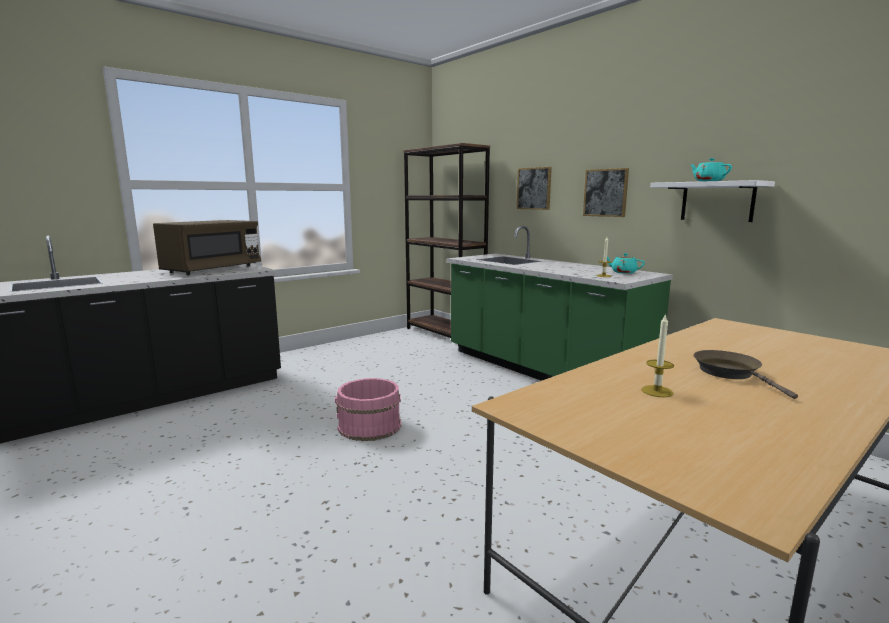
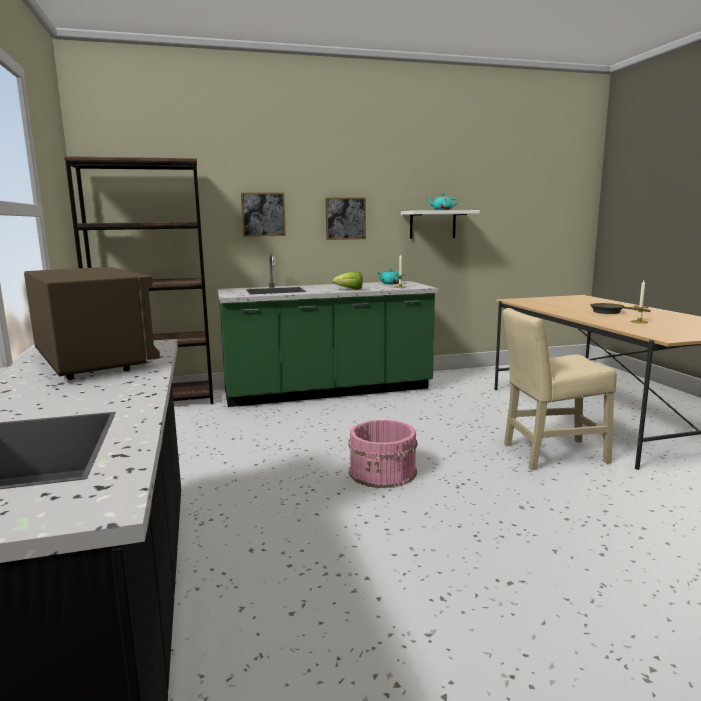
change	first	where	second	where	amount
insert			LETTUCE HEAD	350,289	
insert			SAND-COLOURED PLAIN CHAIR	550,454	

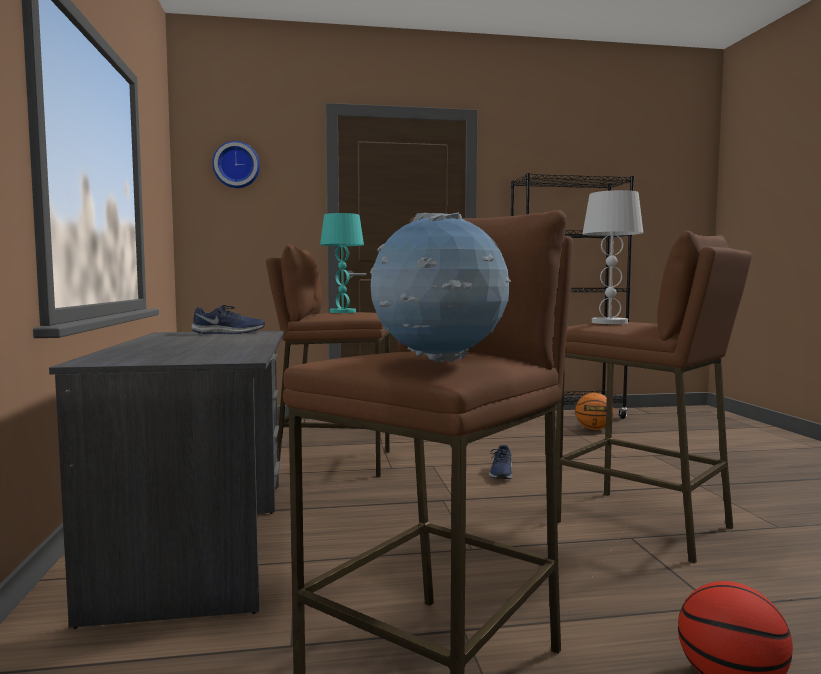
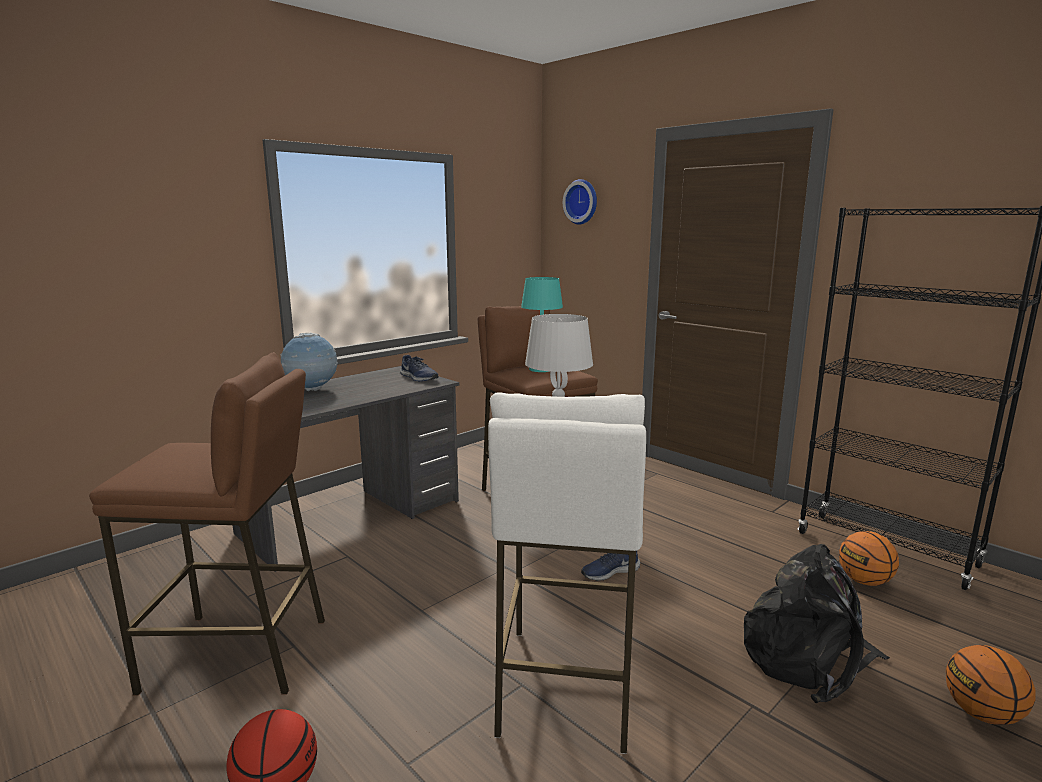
change	first	where	second	where	amount
move	WORLD GLOBE	439,362		312,390	
recolor	BROWN STOOL SEAT	643,524	WHITE STOOL SEAT	565,686	
insert			BLACKISH KNAPSACK	808,658	
insert			BALL FOR BASKETBALL	982,714	

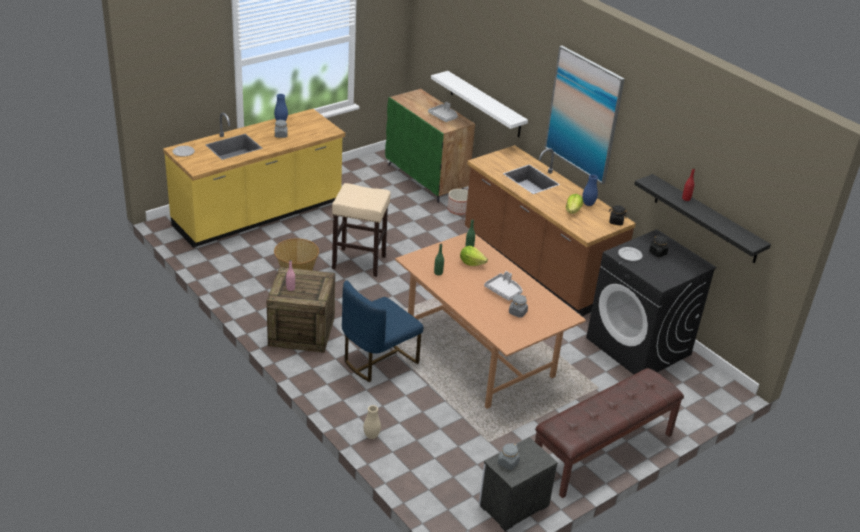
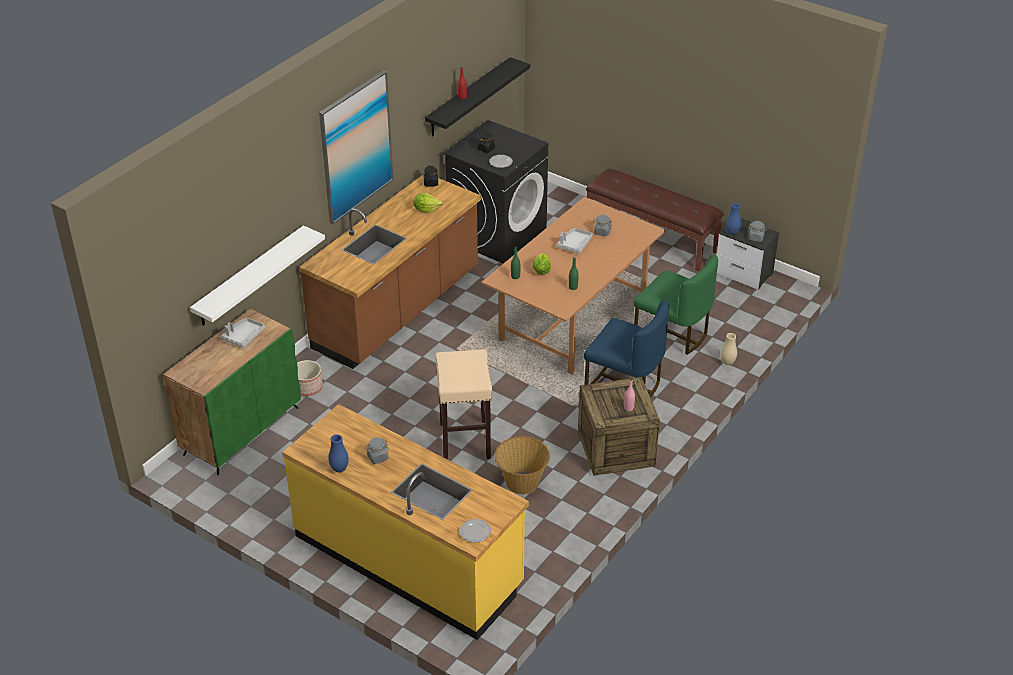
change	first	where	second	where	amount
insert			GREENISH PLAIN CHAIR	672,334	
move	BLUE-COLOURED DECORATIVE VASE	588,204		732,233	

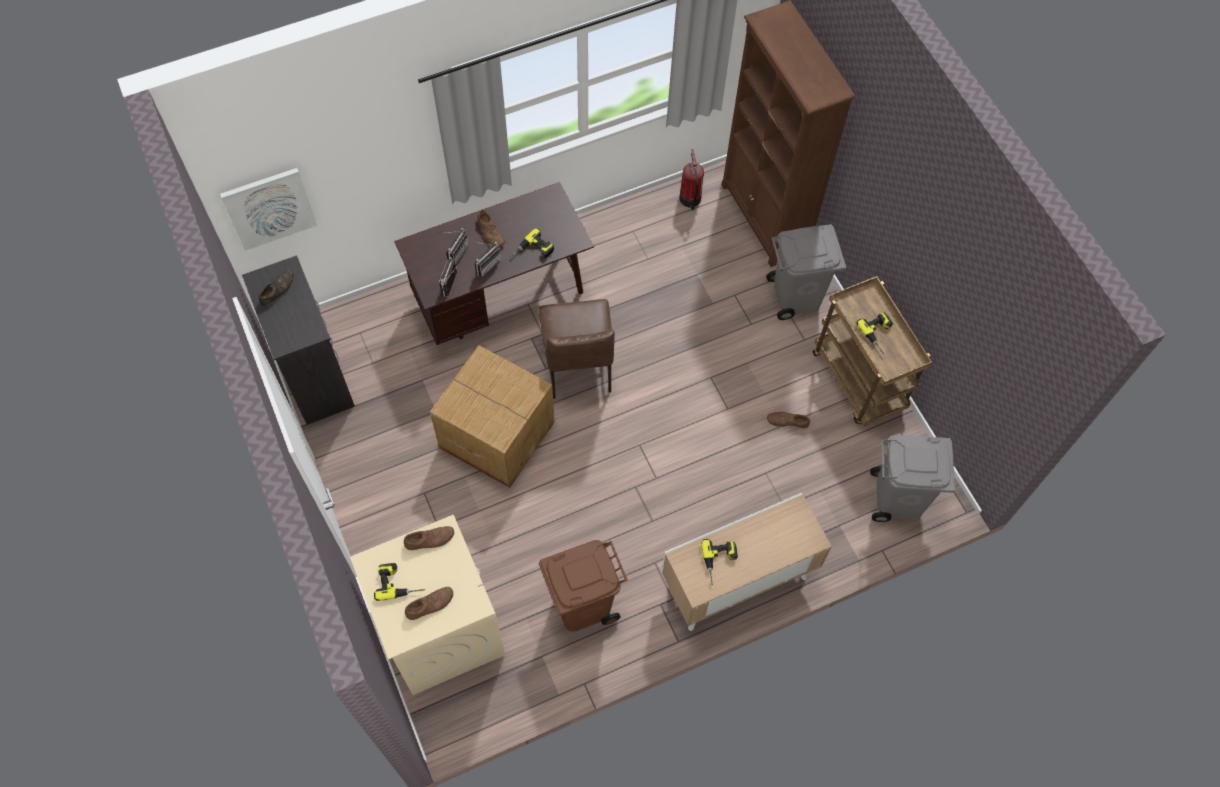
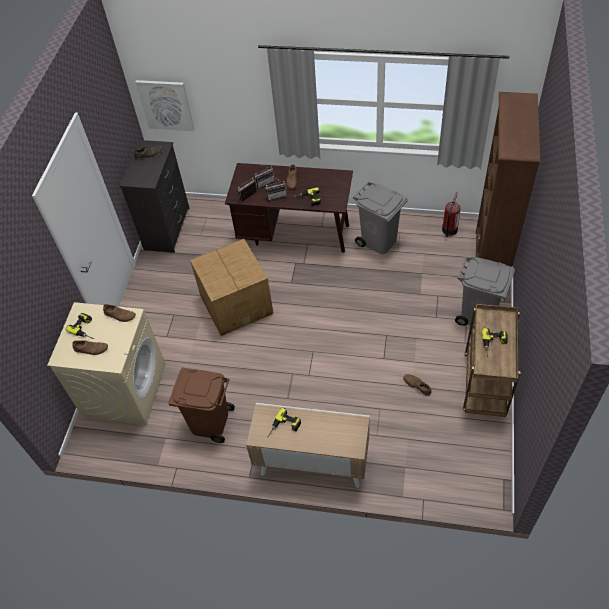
change	first	where	second	where	amount
move	GRAY WASTE BIN	898,499		378,241	
delete	BROWN PLAIN CHAIR	578,366			

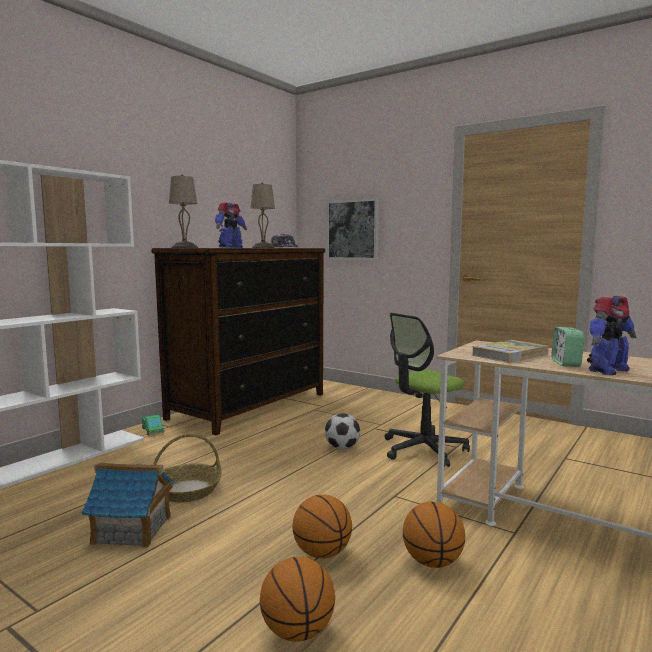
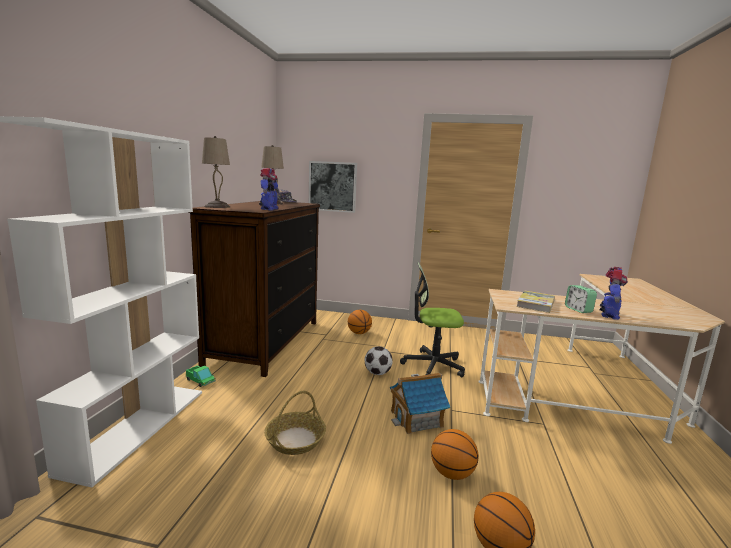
change	first	where	second	where	amount
move	BALL FOR BASKETBALL	432,562		359,333	
move	TOY HOUSE	132,530		417,419	
rotate	COMPUTER CHAIR	423,450		432,365	60 degrees clockwise

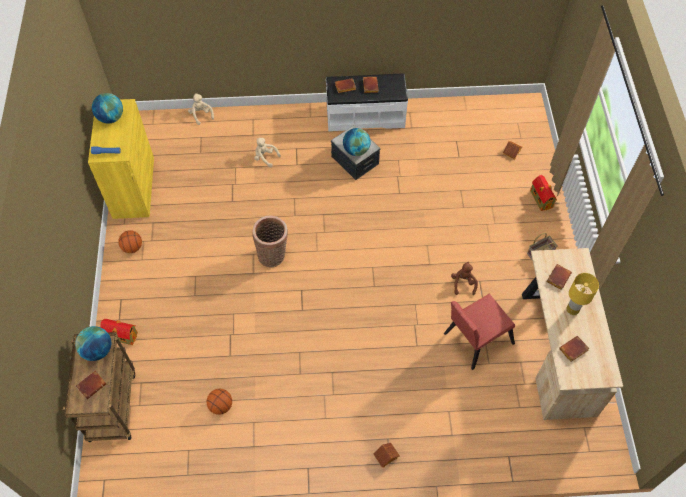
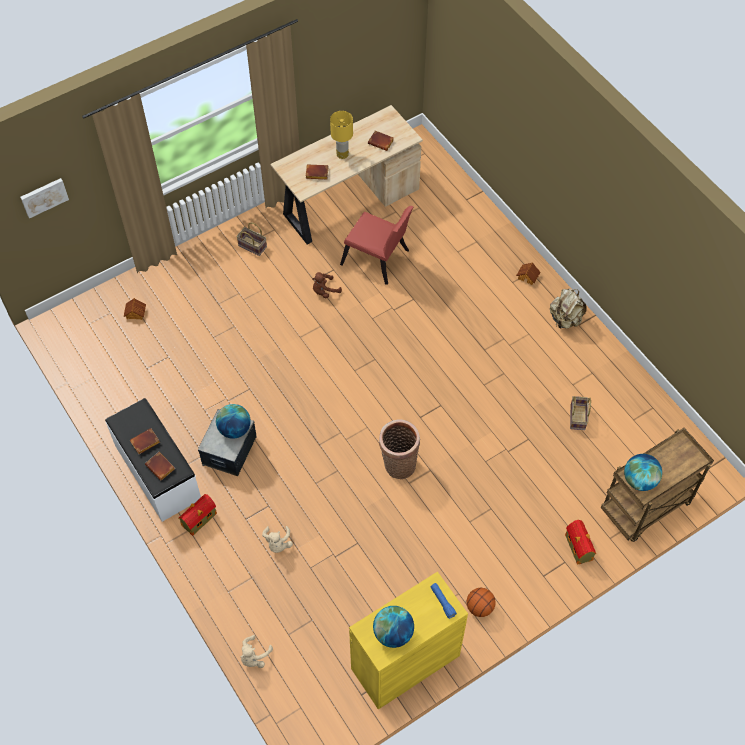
change	first	where	second	where	amount
insert			WALL PICTURE	44,196	
move	TOY HOUSE	541,198		198,520	
insert			SAND-COLOURED KNAPSACK	565,319	
replace	BALL FOR BASKETBALL	221,406	BASKET	578,418	
delete	BROWN BOOK	92,385			

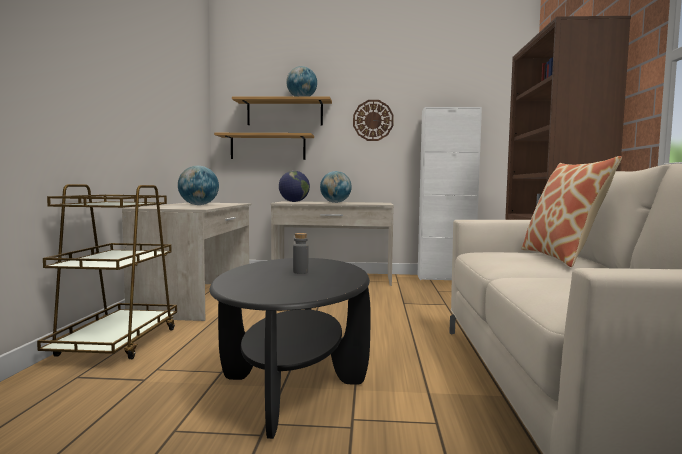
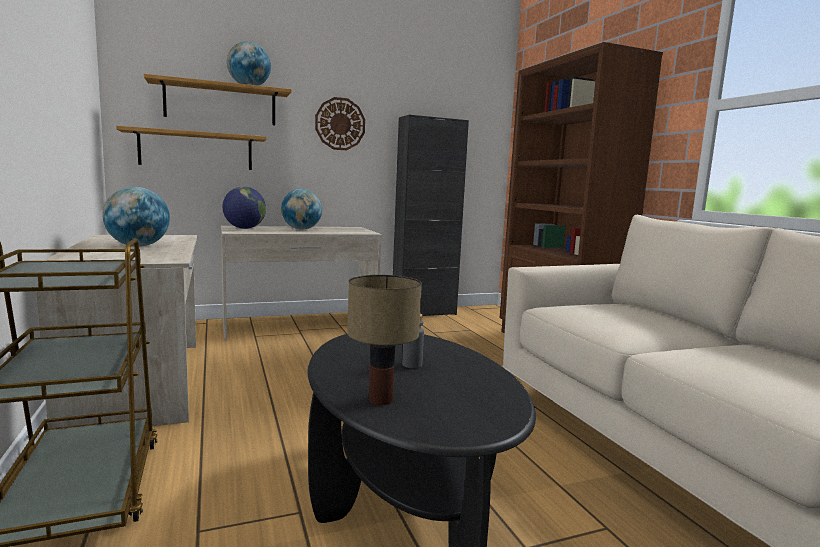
change	first	where	second	where	amount
insert			LAMP FOR A TABLE	382,400	
recolor	WHITE CUPBOARD	445,278	BLACKISH CUPBOARD	423,313	
delete	THROW PILLOW	562,258			

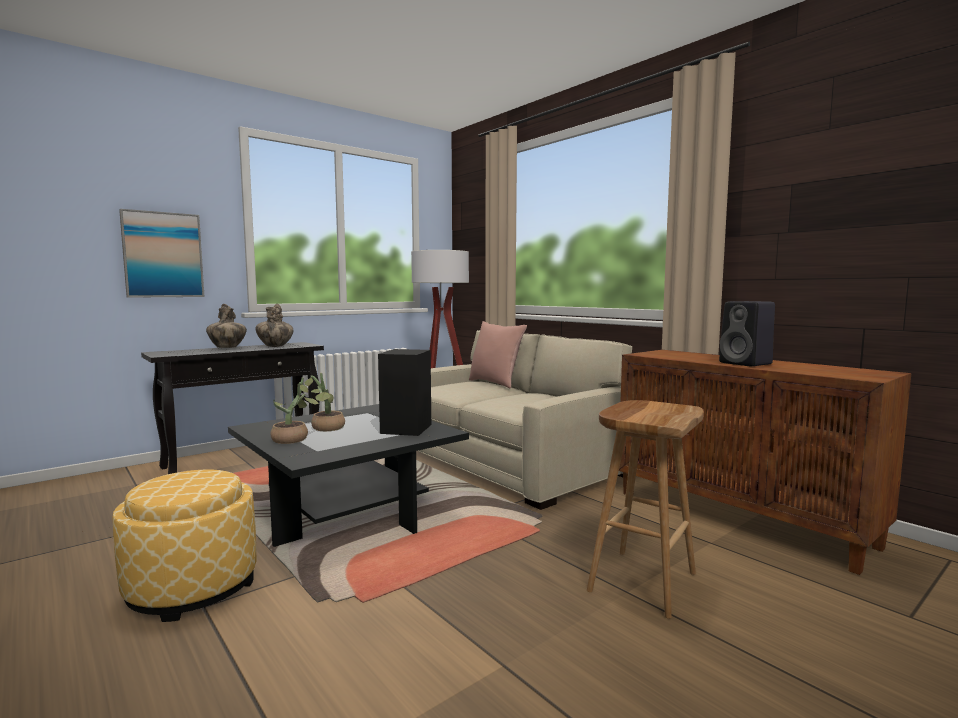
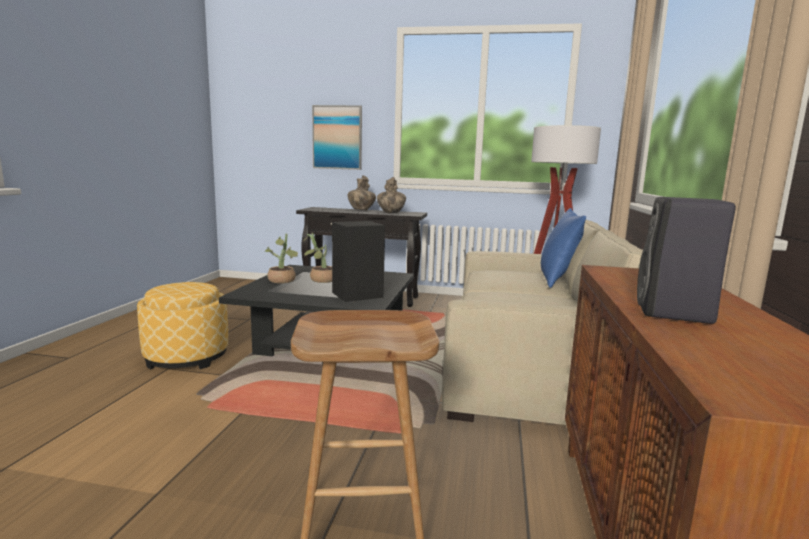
change	first	where	second	where	amount
recolor	PINKISH THROW PILLOW	495,383	BLUE-COLOURED THROW PILLOW	557,280	

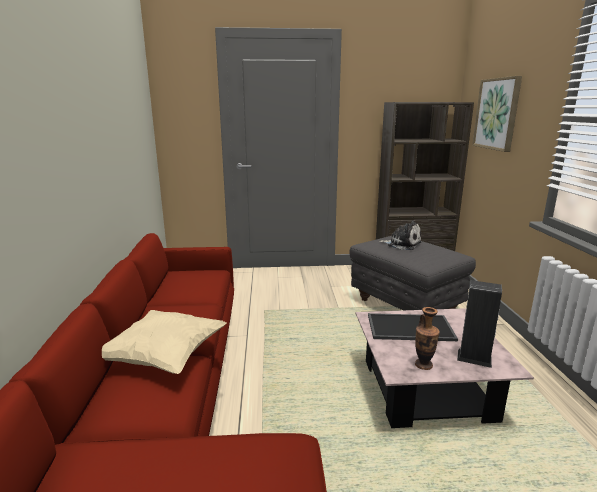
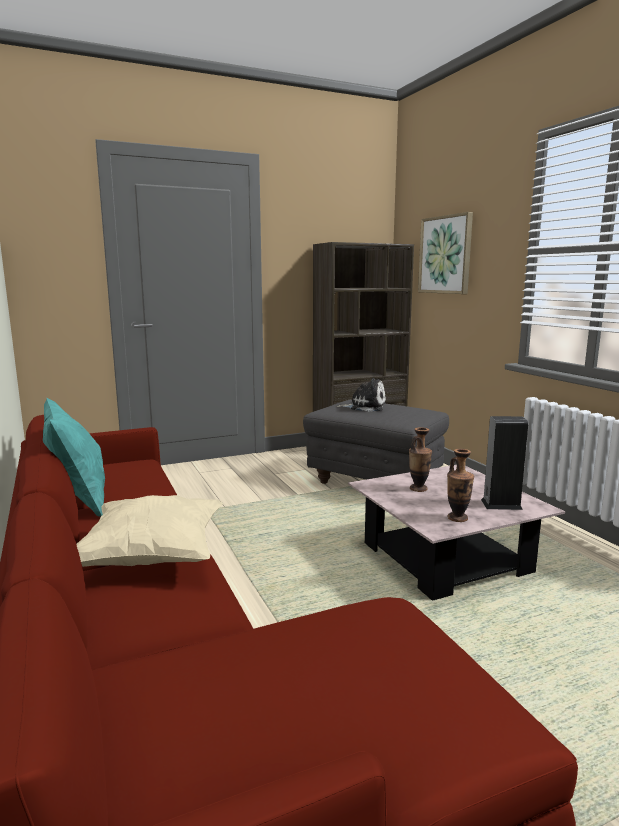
change	first	where	second	where	amount
insert			TURQUOISE THROW PILLOW	78,502	
replace	SERVING TRAY	409,328	DECORATIVE VASE	418,489	

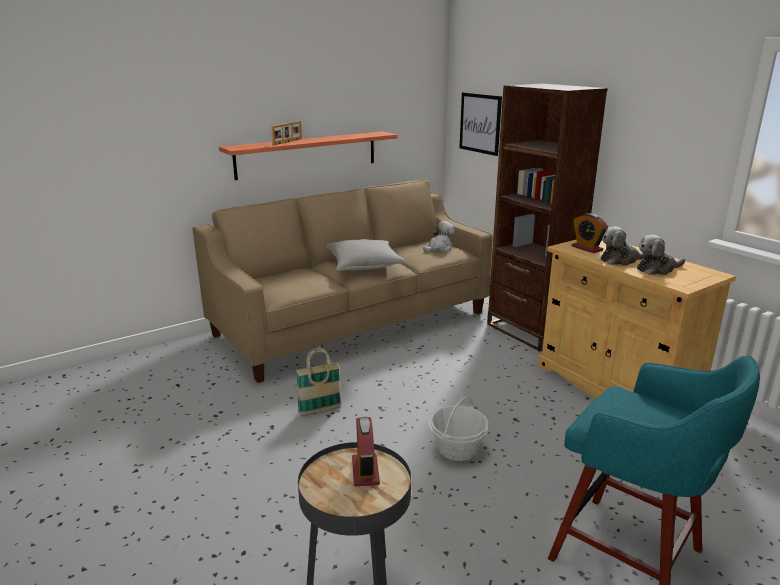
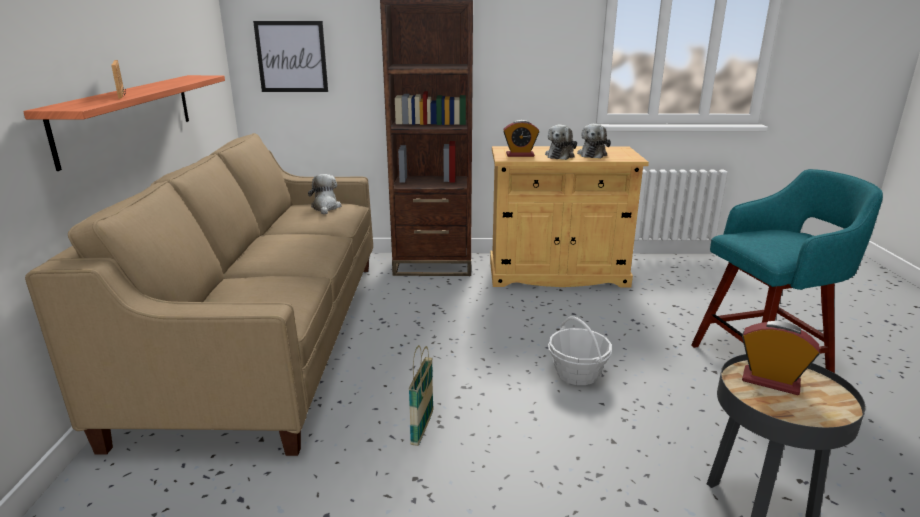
change	first	where	second	where	amount
delete	GRAY THROW PILLOW	364,265			

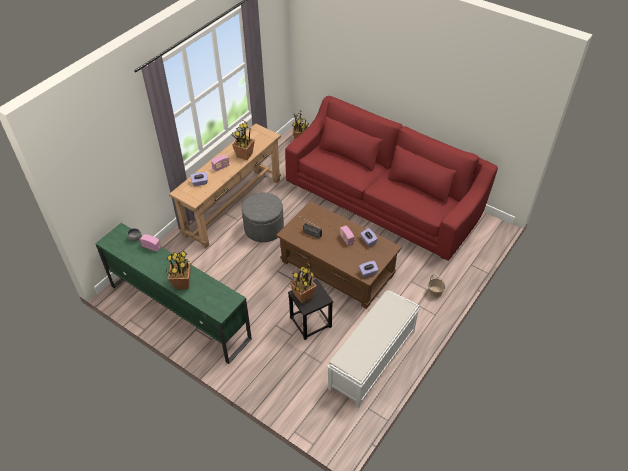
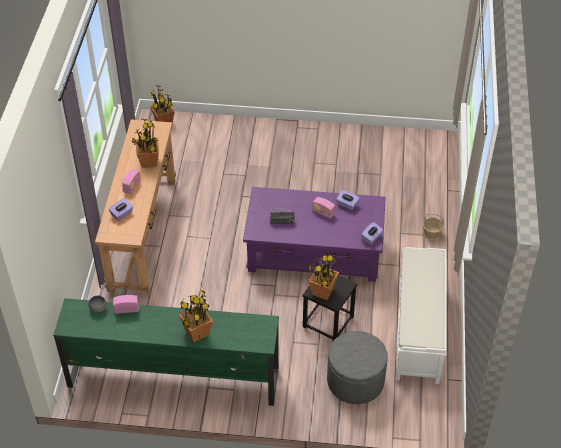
change	first	where	second	where	amount
recolor	BROWN LOUNGE TABLE	337,268	PURPLE LOUNGE TABLE	314,252	
move	GRAY OTTOMAN	264,228		355,381	
delete	RED COUCH	383,198			

